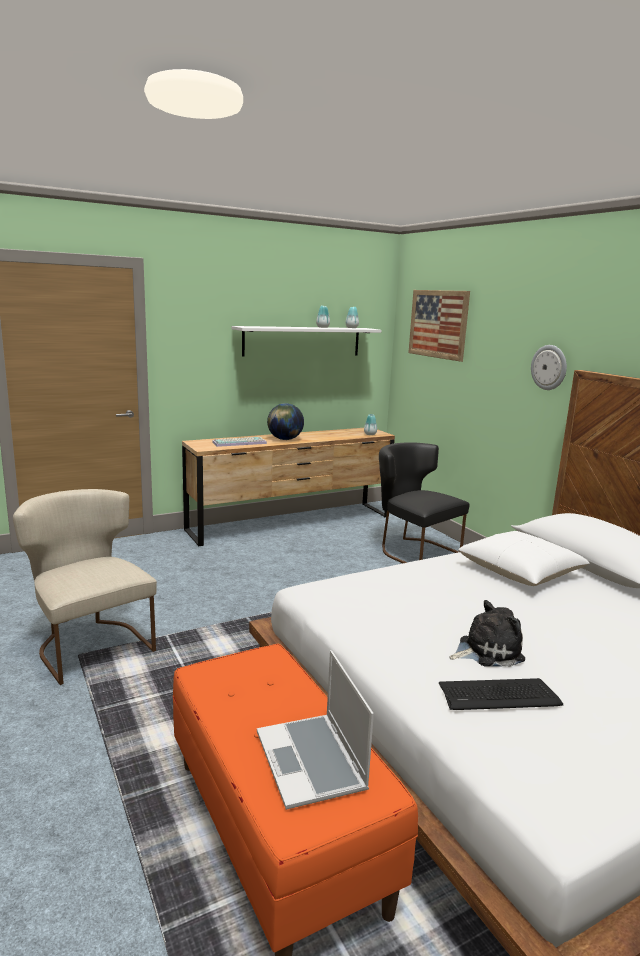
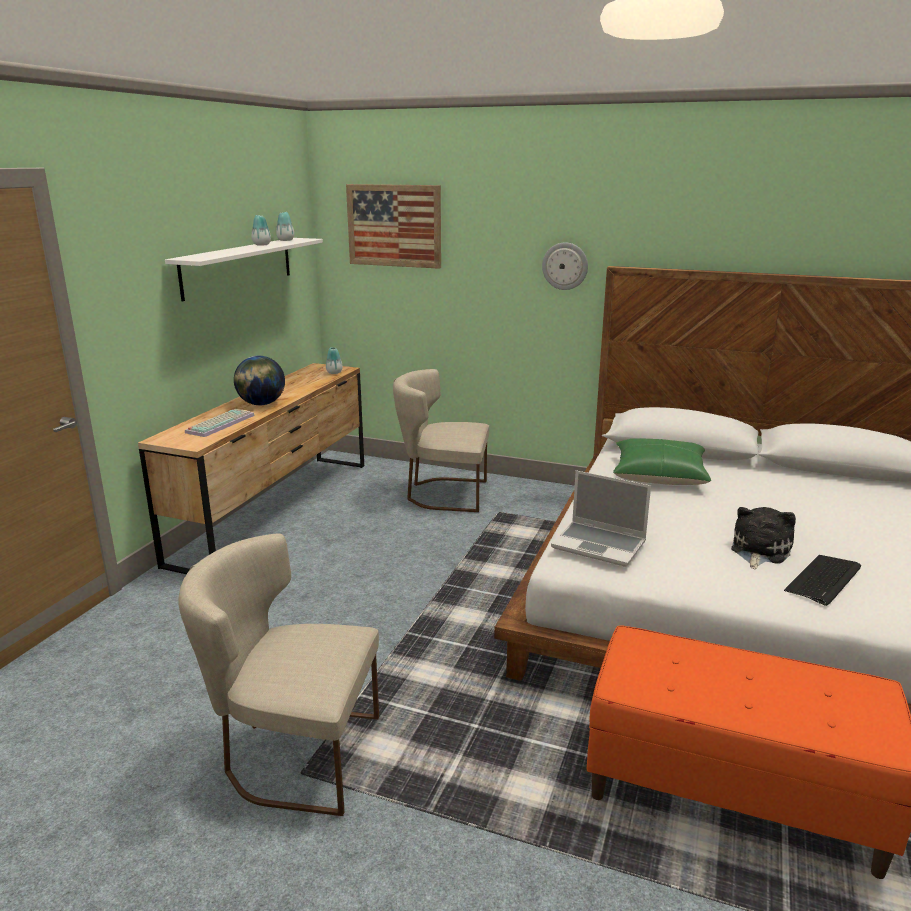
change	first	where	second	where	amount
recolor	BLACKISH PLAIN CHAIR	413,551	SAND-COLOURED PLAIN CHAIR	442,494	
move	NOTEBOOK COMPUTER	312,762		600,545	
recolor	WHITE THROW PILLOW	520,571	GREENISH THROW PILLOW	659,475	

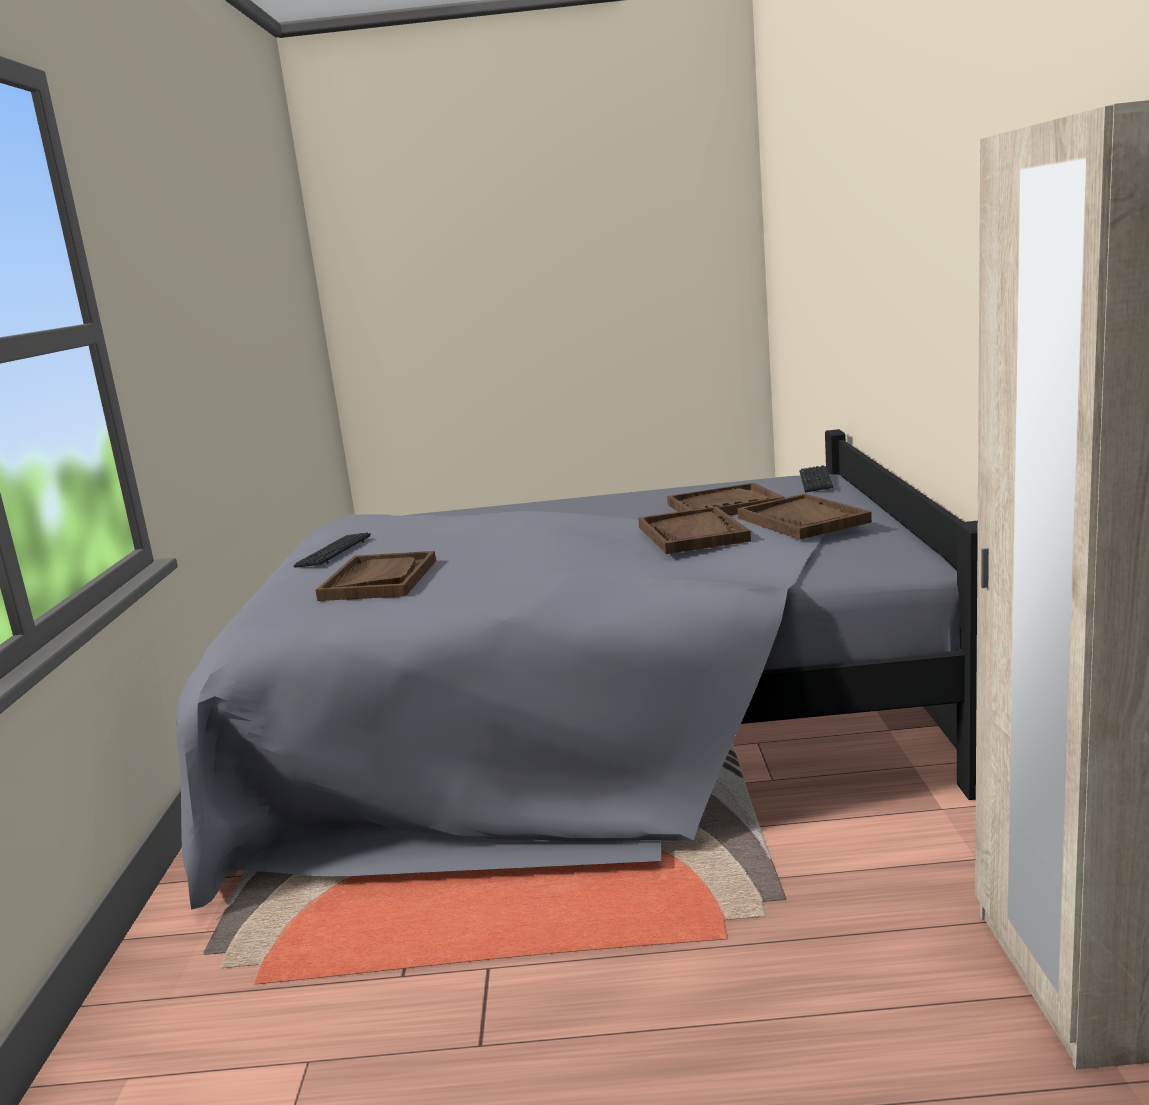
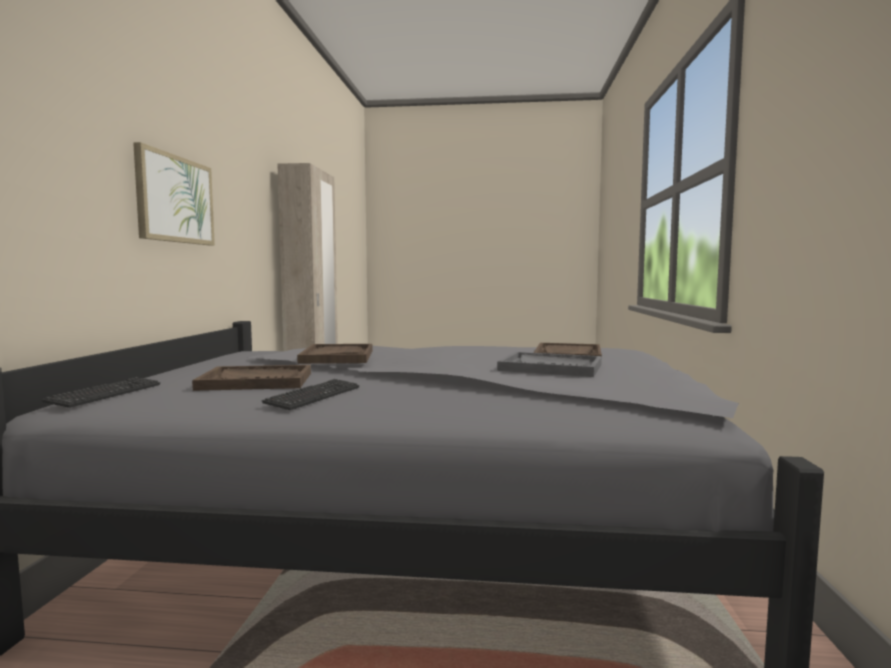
change	first	where	second	where	amount
insert			WALL PICTURE	175,199	
move	COMPUTER KEYBOARD	334,552		314,396	
insert			GRAY SERVING TRAY	551,367	
delete	BROWN SERVING TRAY	803,520			

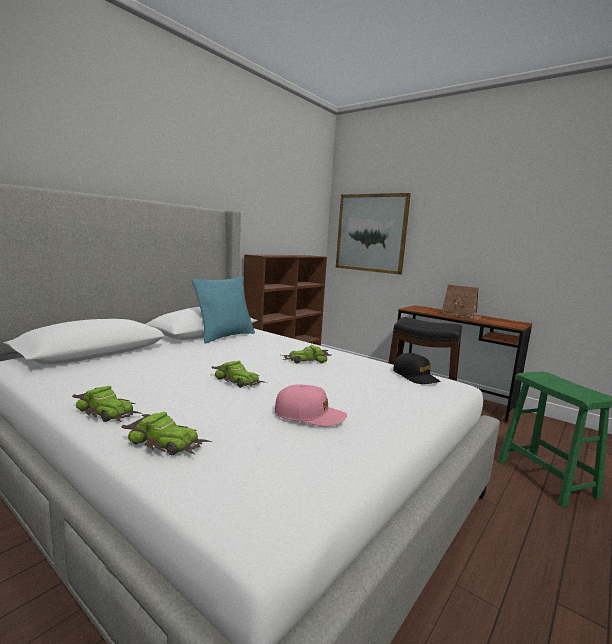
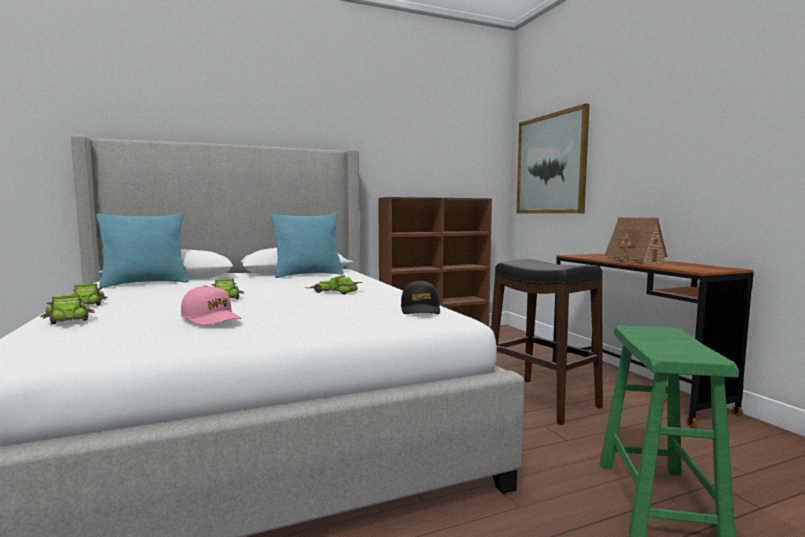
change	first	where	second	where	amount
insert			TURQUOISE THROW PILLOW	145,283	

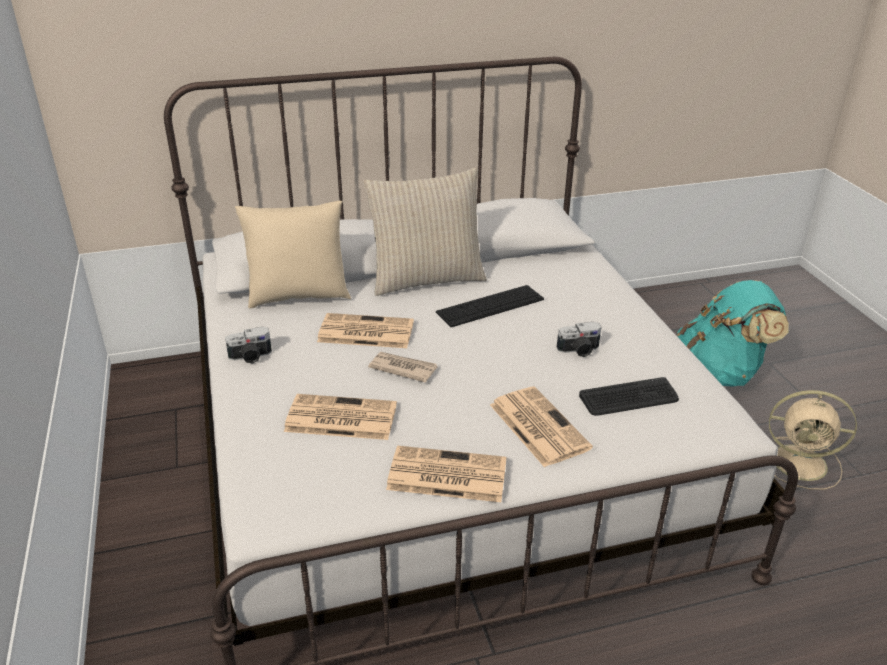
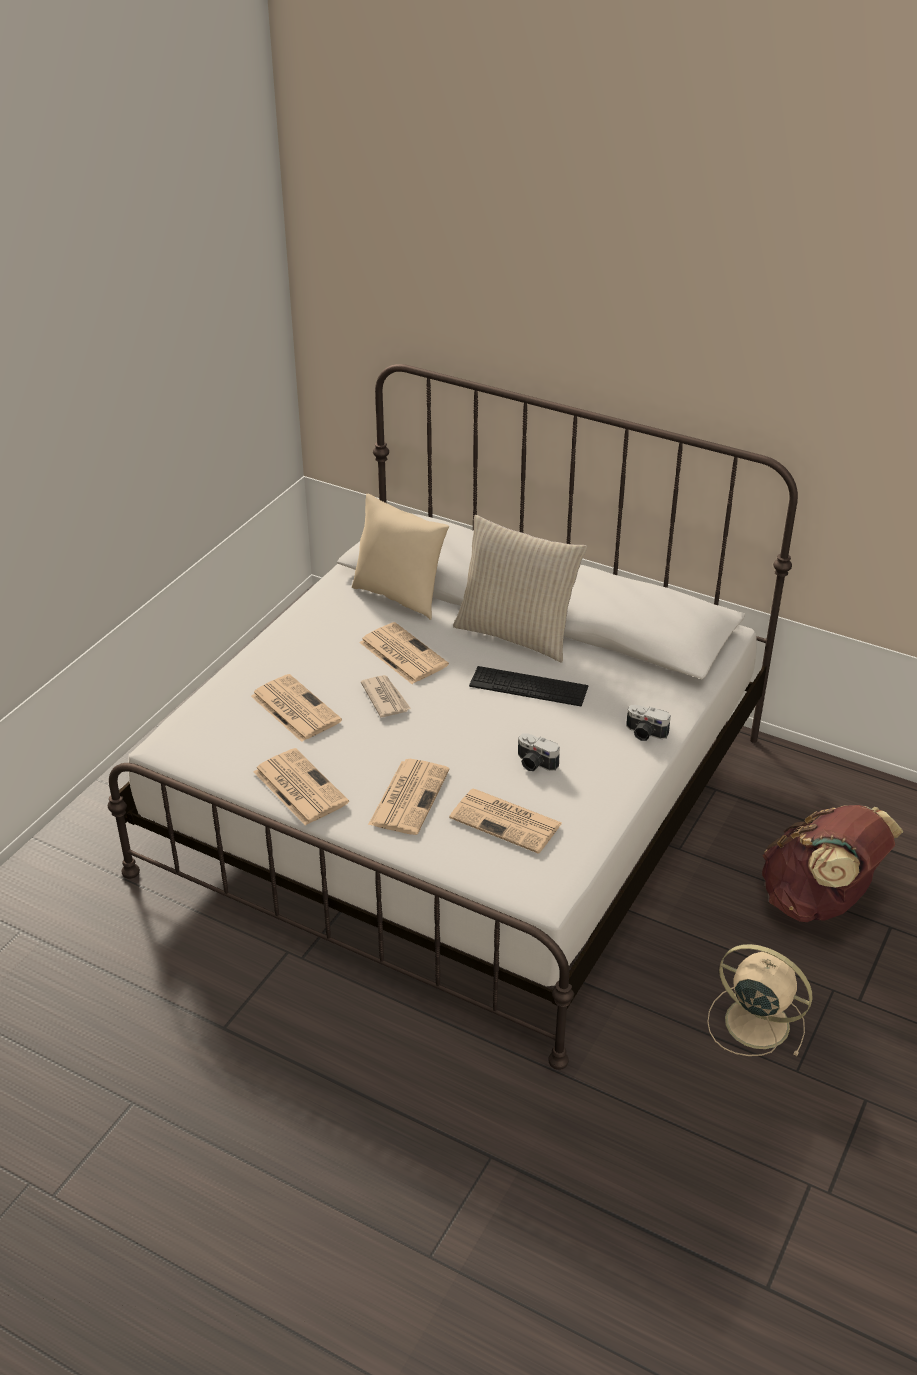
change	first	where	second	where	amount
replace	COMPUTER KEYBOARD	629,398	PRINTED PAPER	507,821	
move	STILL CAMERA	250,357		645,733	
rotate	SAND-COLOURED ELECTRIC FAN	802,463		754,1022	150 degrees clockwise
recolor	TURQUOISE KNAPSACK	720,372	BROWN KNAPSACK	818,901	

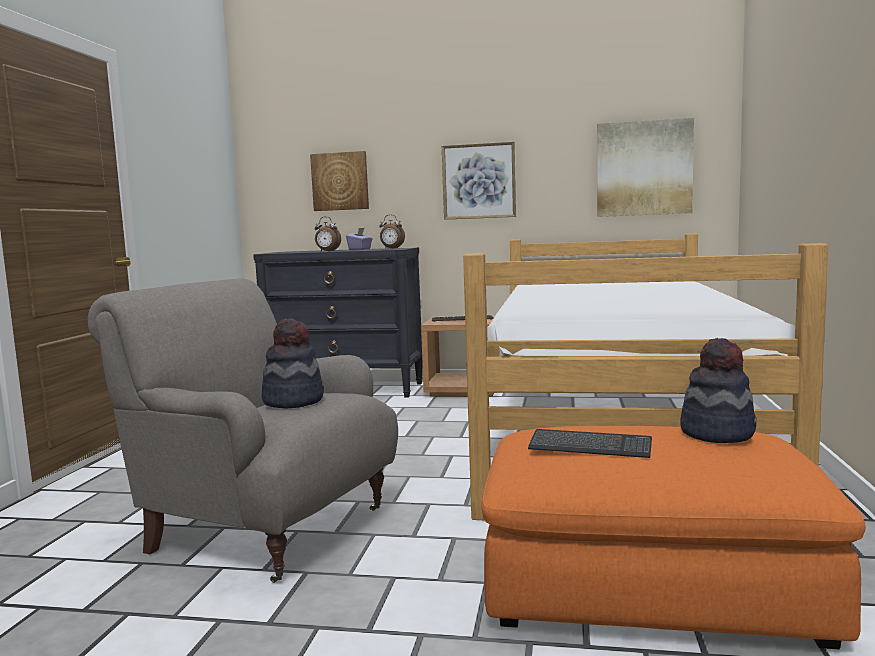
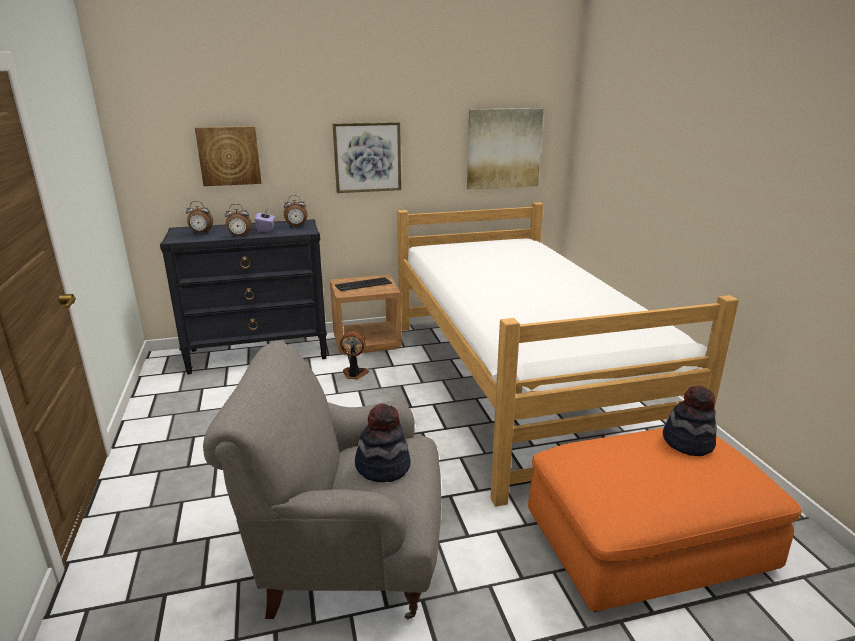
change	first	where	second	where	amount
insert			TABLE CLOCK	201,233	
insert			ELECTRIC FAN	354,374	
delete	COMPUTER KEYBOARD	590,446			

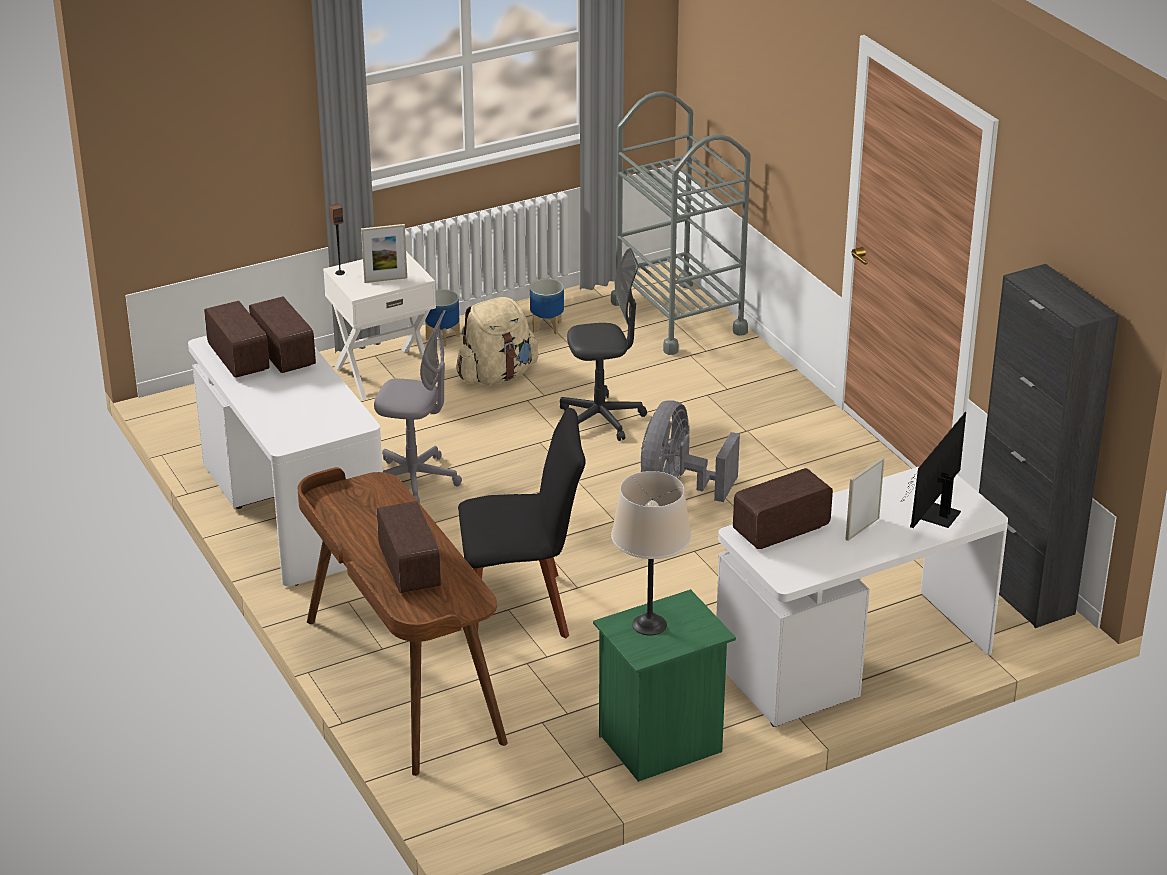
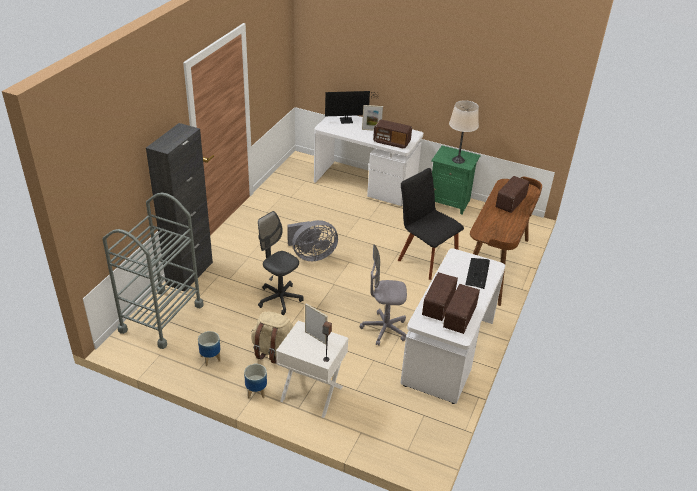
change	first	where	second	where	amount
move	BLACKISH CUPBOARD	1022,591		189,273	
rotate	GRAY COMPUTER CHAIR	415,480		384,329	60 degrees counterclockwise
insert			COMPUTER KEYBOARD	478,273	

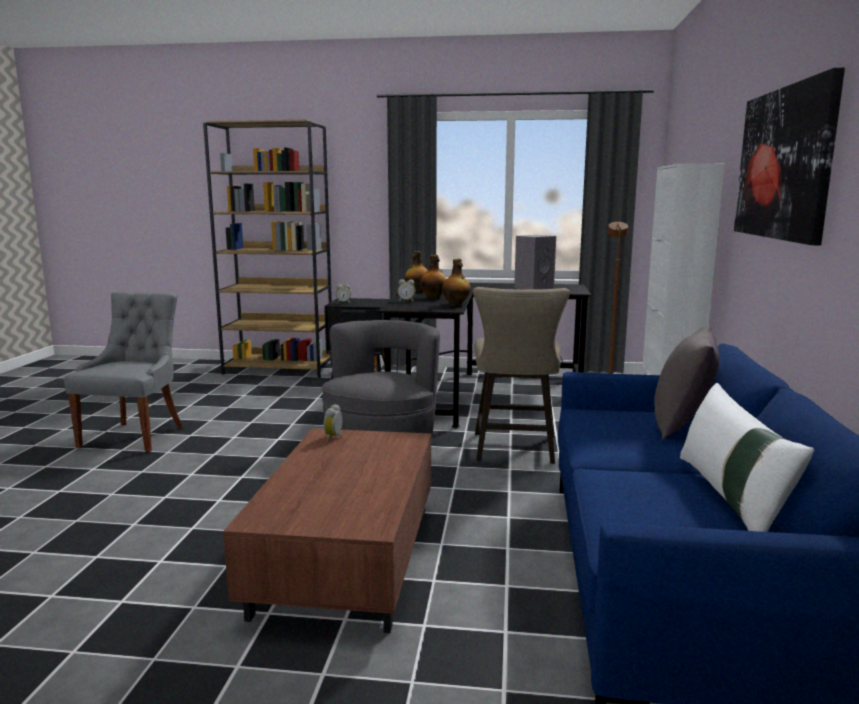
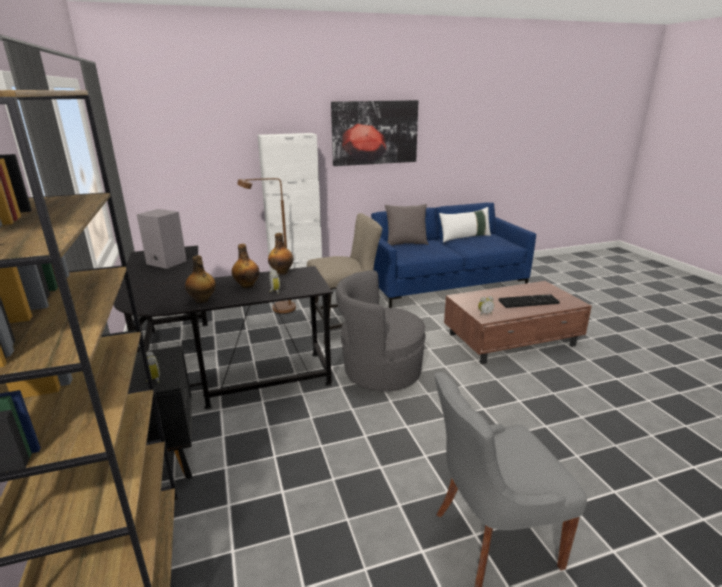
change	first	where	second	where	amount
insert			COMPUTER KEYBOARD	528,301	

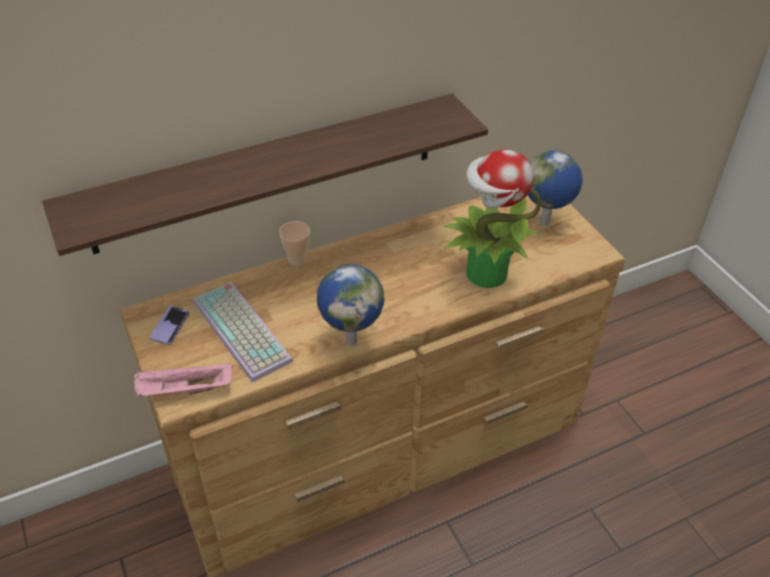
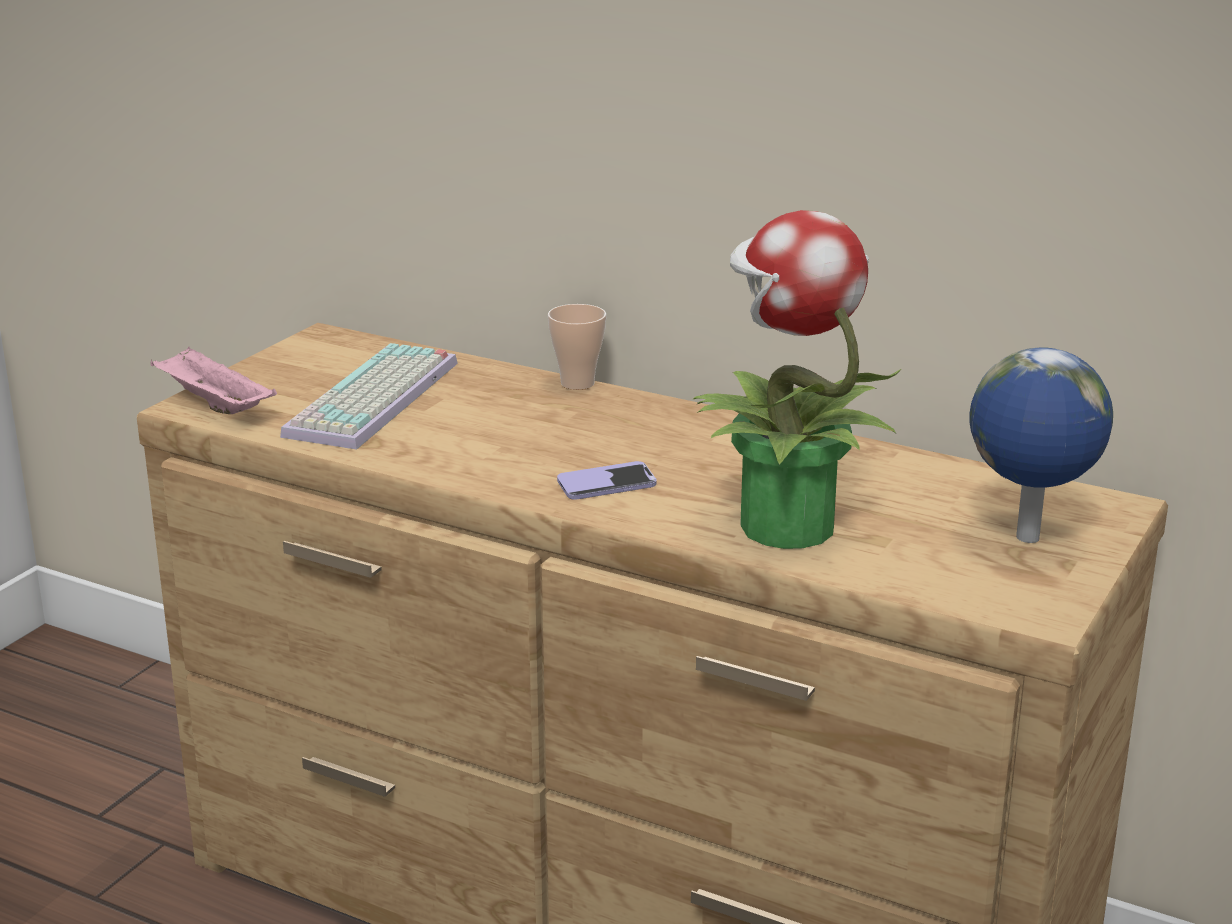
change	first	where	second	where	amount
move	PHONE	170,326		606,484	
delete	SHELF	267,173			
delete	WORLD GLOBE	352,340			

